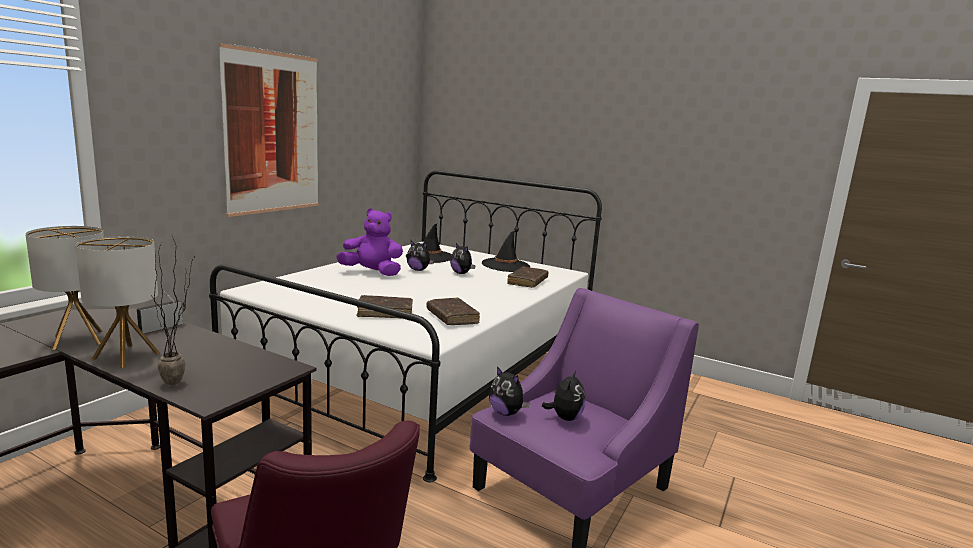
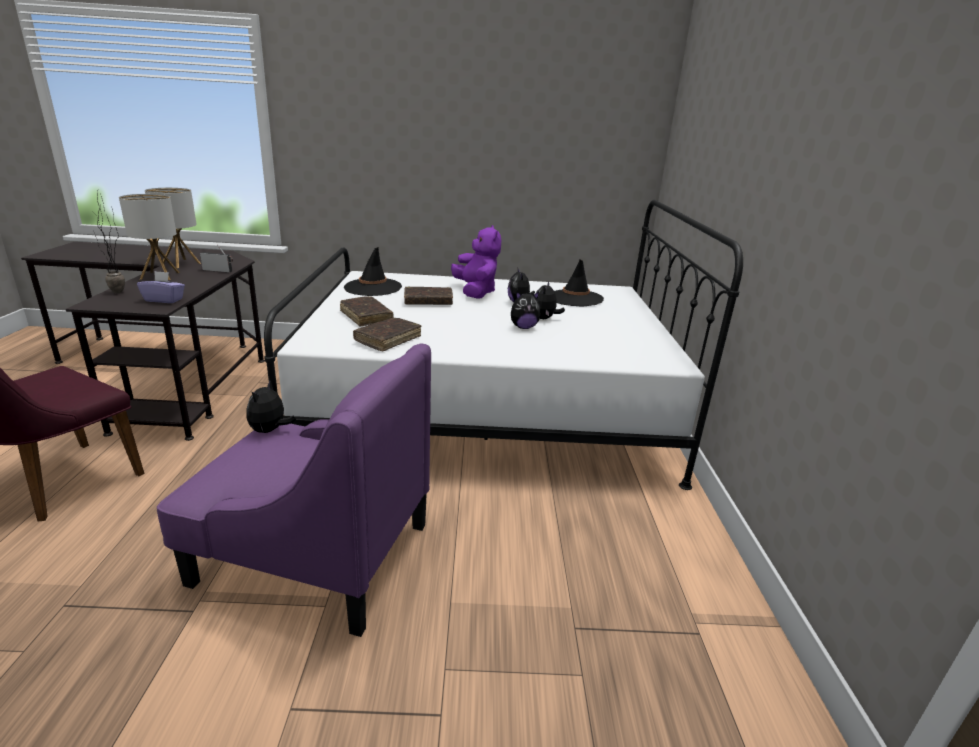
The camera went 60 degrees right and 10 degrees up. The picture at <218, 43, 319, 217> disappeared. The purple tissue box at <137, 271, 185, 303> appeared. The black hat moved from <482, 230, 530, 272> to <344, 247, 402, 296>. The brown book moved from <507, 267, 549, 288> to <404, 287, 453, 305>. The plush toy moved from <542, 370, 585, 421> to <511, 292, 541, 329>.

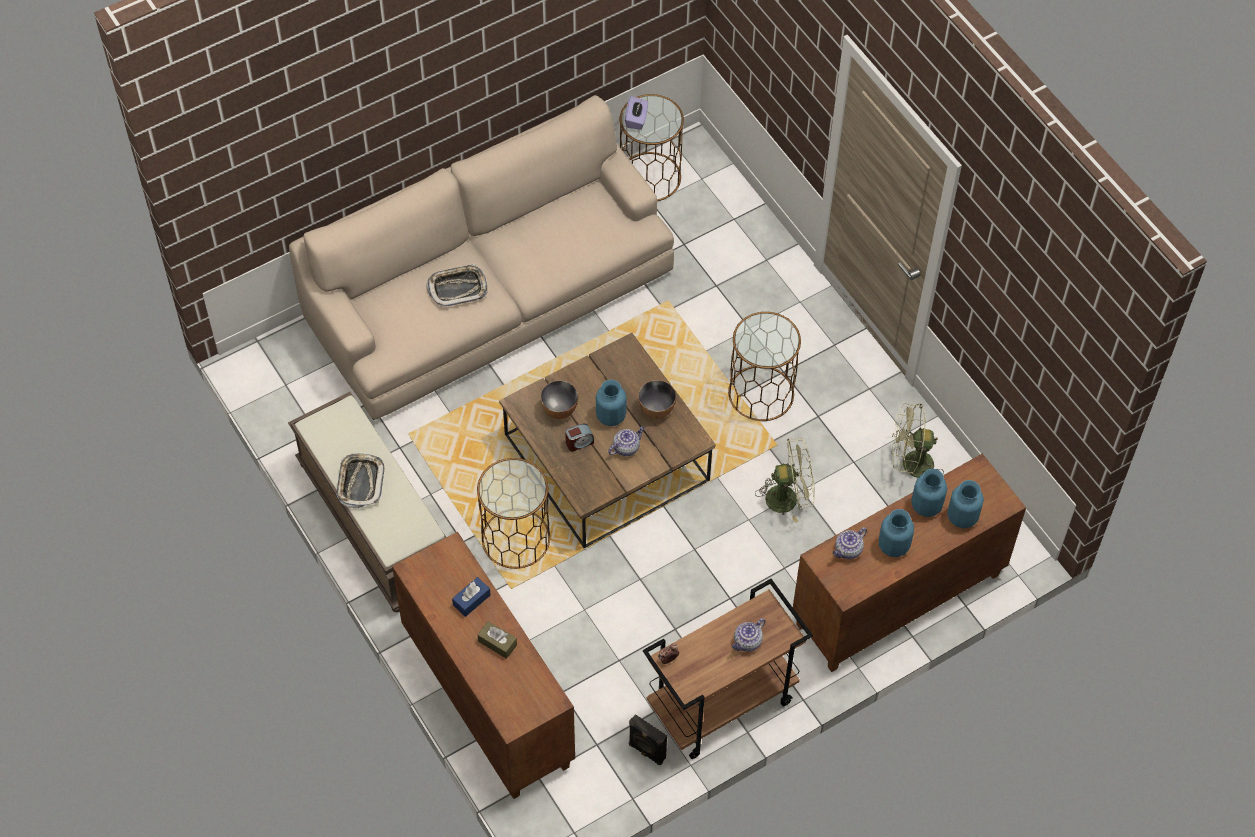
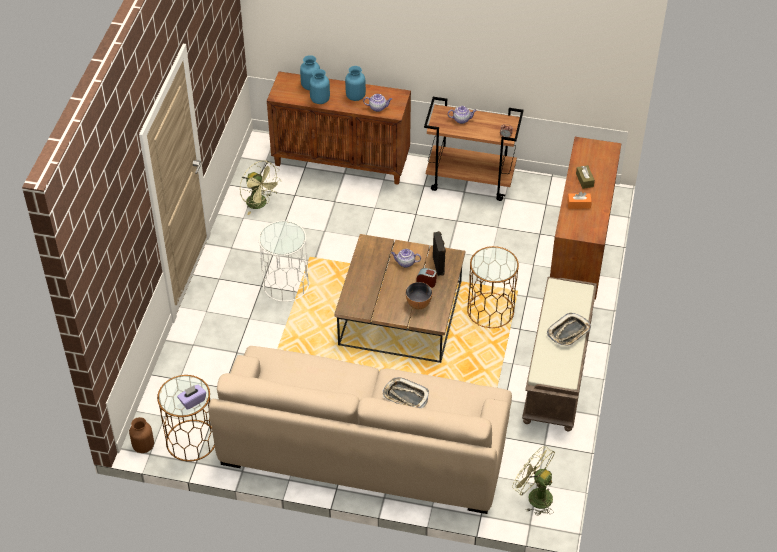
The camera went 135 degrees left and 10 degrees down. The blue vase at <596, 380, 627, 426> disappeared. The bowl at <638, 380, 676, 419> disappeared. The brown vase at <129, 417, 154, 453> appeared. The black speaker moved from <629, 714, 667, 765> to <433, 231, 446, 276>. The green fan moved from <755, 438, 814, 523> to <512, 446, 555, 516>. The blue tissue box at <452, 577, 491, 617> became the orange tissue box at <567, 192, 592, 209>. The brown side table at <728, 312, 801, 421> became the white side table at <258, 221, 309, 302>.

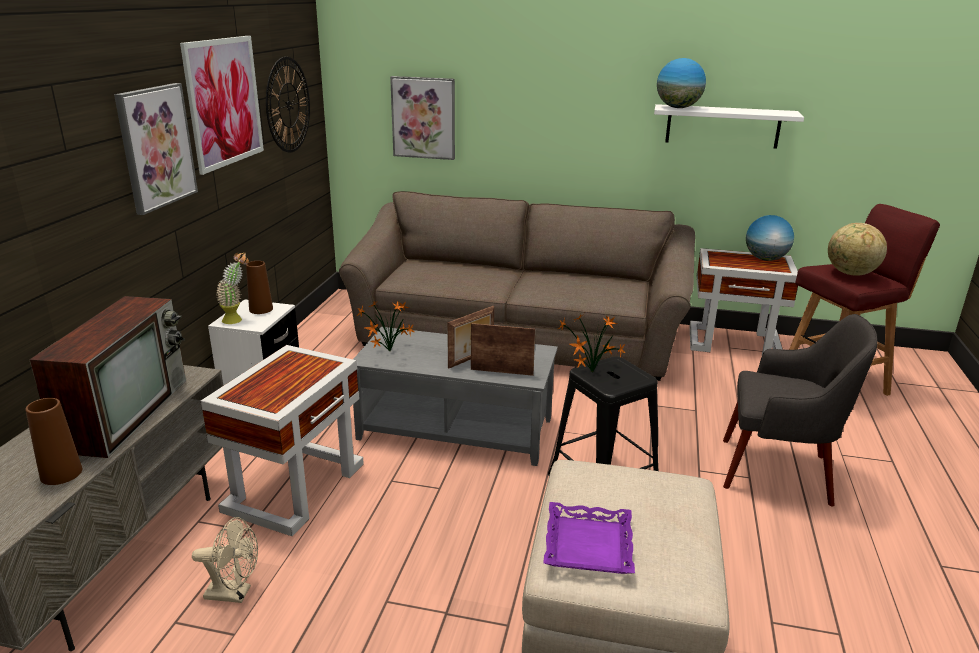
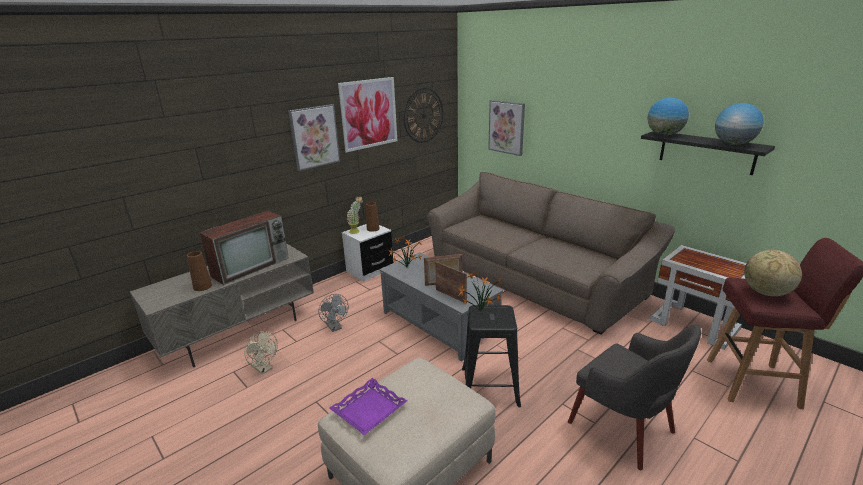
The camera went 35 degrees right and 0 degrees up. The globe moved from <746, 215, 794, 261> to <715, 103, 764, 145>. The white side table at <201, 345, 364, 536> was replaced by the grey fan at <318, 294, 349, 332>. The white shelf at <654, 104, 804, 149> became the black shelf at <641, 131, 775, 175>.

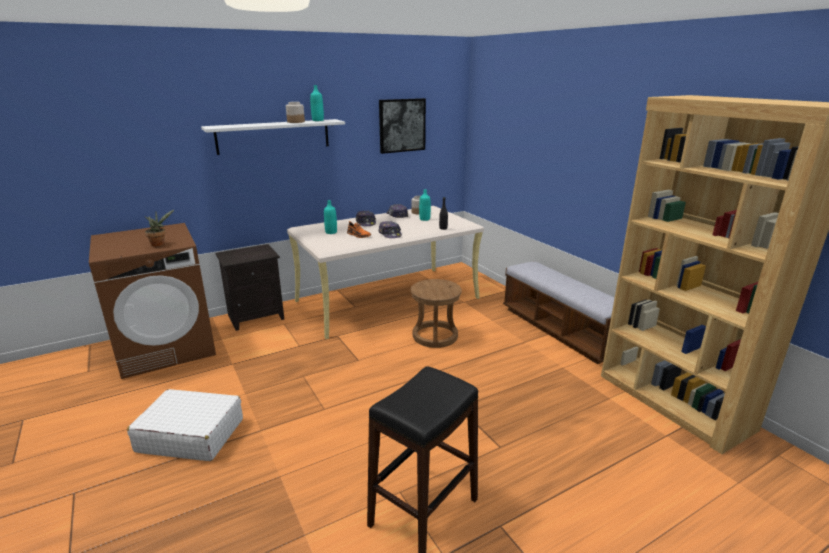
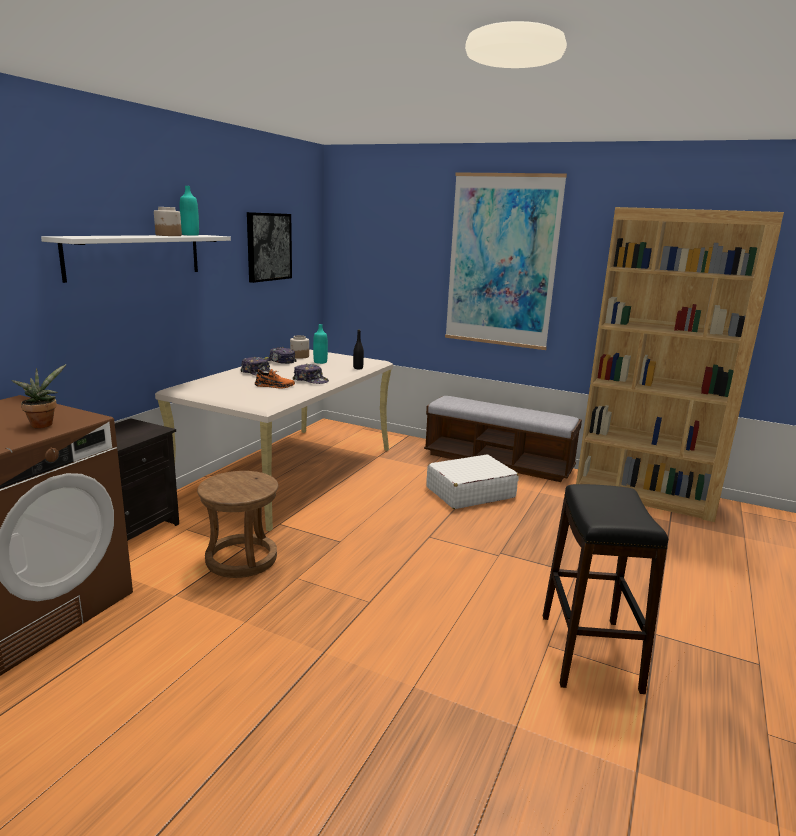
The camera went 35 degrees left and 5 degrees down. The turquoise bottle at <324, 200, 337, 234> disappeared. The picture at <445, 172, 567, 350> appeared. The white suitcase moved from <127, 389, 243, 461> to <426, 454, 519, 509>. The brown stool moved from <411, 279, 462, 348> to <197, 471, 278, 578>.

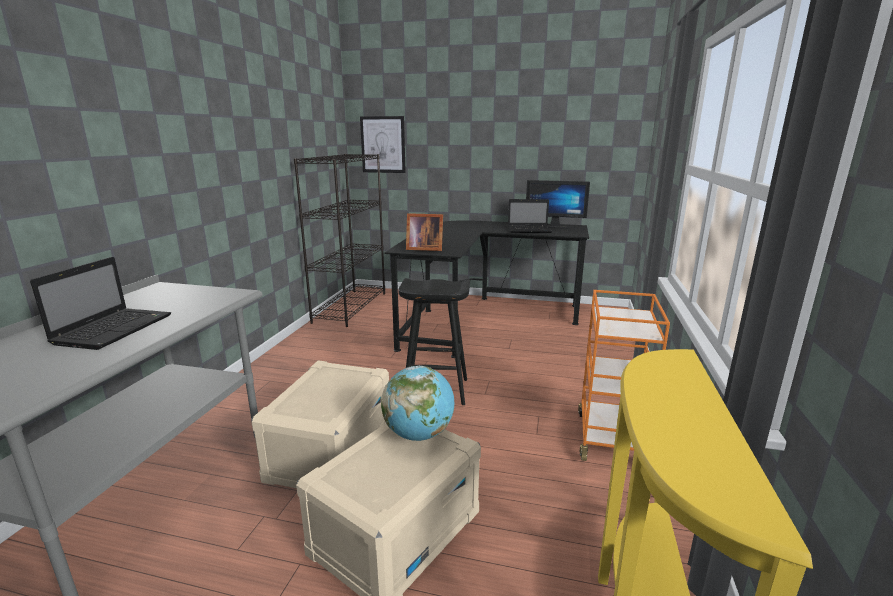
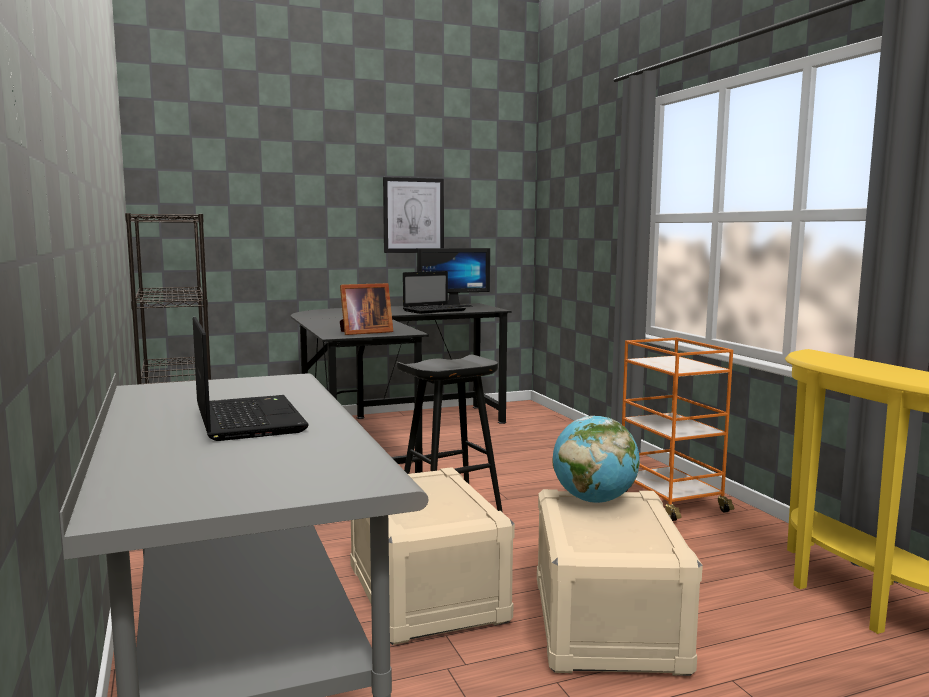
The camera went 35 degrees left and 10 degrees down. The picture moved from <360, 116, 406, 173> to <383, 177, 444, 253>.

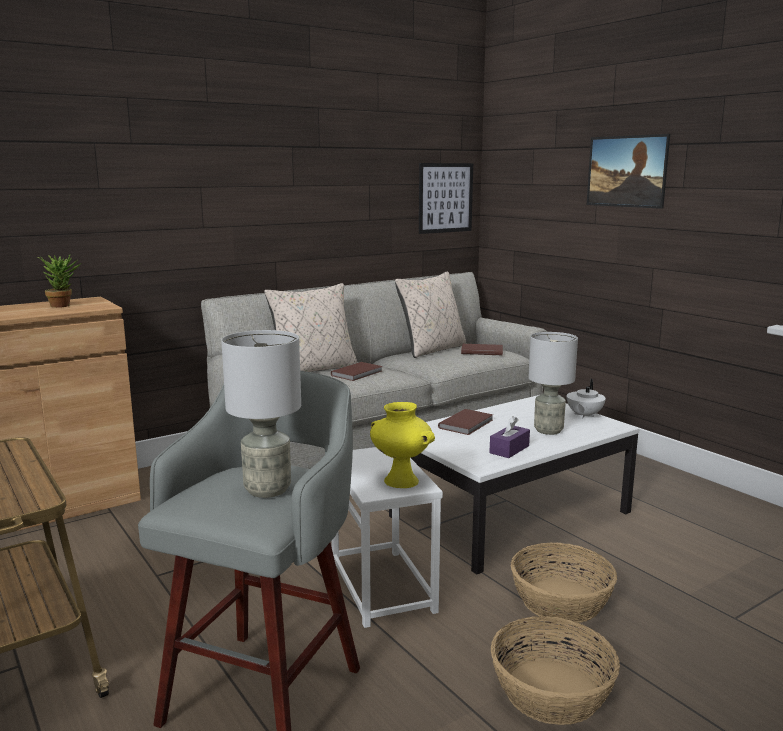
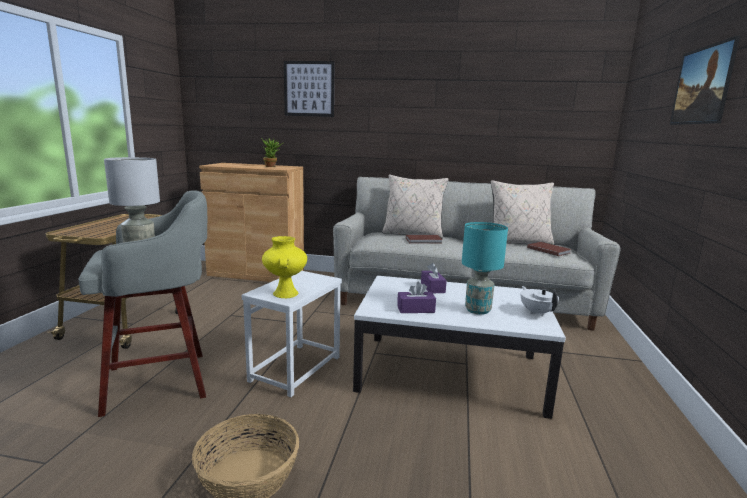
The camera went 45 degrees right and 0 degrees up. The basket at <511, 543, 617, 623> disappeared. The picture moved from <419, 163, 473, 234> to <284, 61, 334, 117>. The brown book at <438, 409, 493, 435> was replaced by the purple tissue box at <421, 263, 447, 293>. The grey table lamp at <529, 332, 578, 435> became the turquoise table lamp at <462, 222, 508, 315>. The white teapot at <567, 379, 606, 419> turned 90 degrees clockwise.

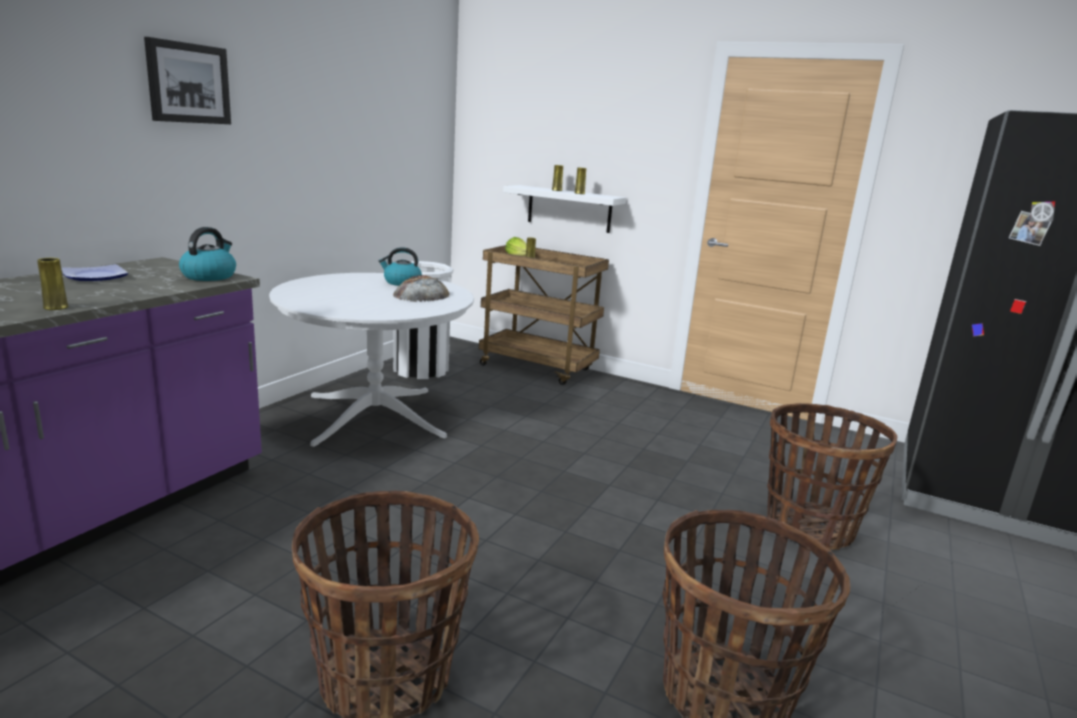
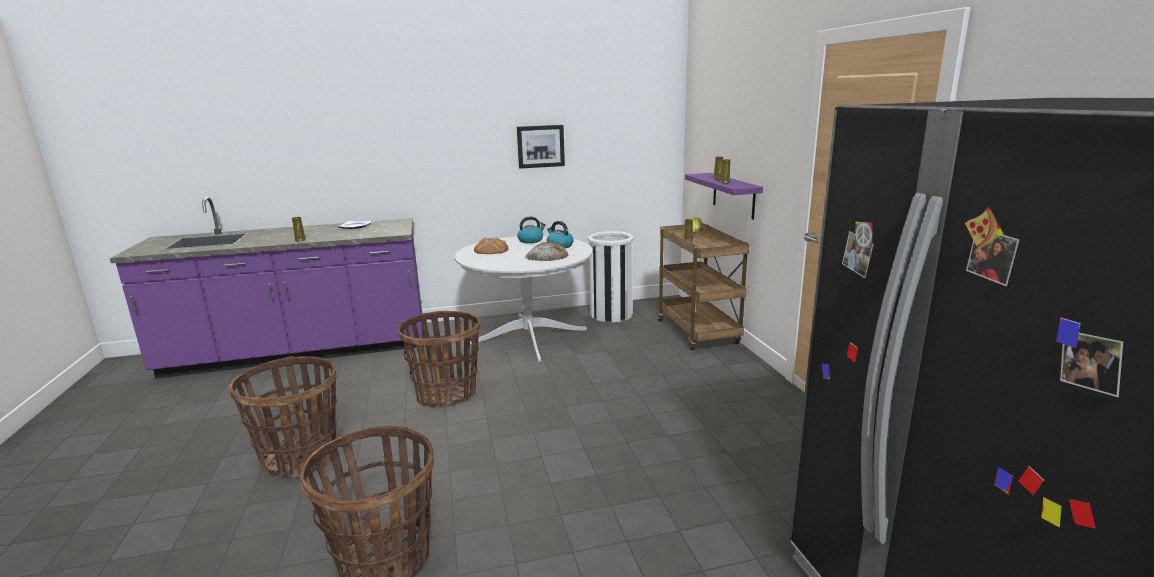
The camera went 50 degrees right and 0 degrees up. The bread at <474, 237, 508, 254> appeared. The picture moved from <144, 37, 231, 124> to <517, 125, 565, 169>. The kettle moved from <179, 227, 236, 281> to <517, 216, 546, 243>. The basket moved from <767, 403, 898, 550> to <398, 311, 480, 408>. The white shelf at <503, 185, 626, 233> became the purple shelf at <685, 173, 763, 220>.

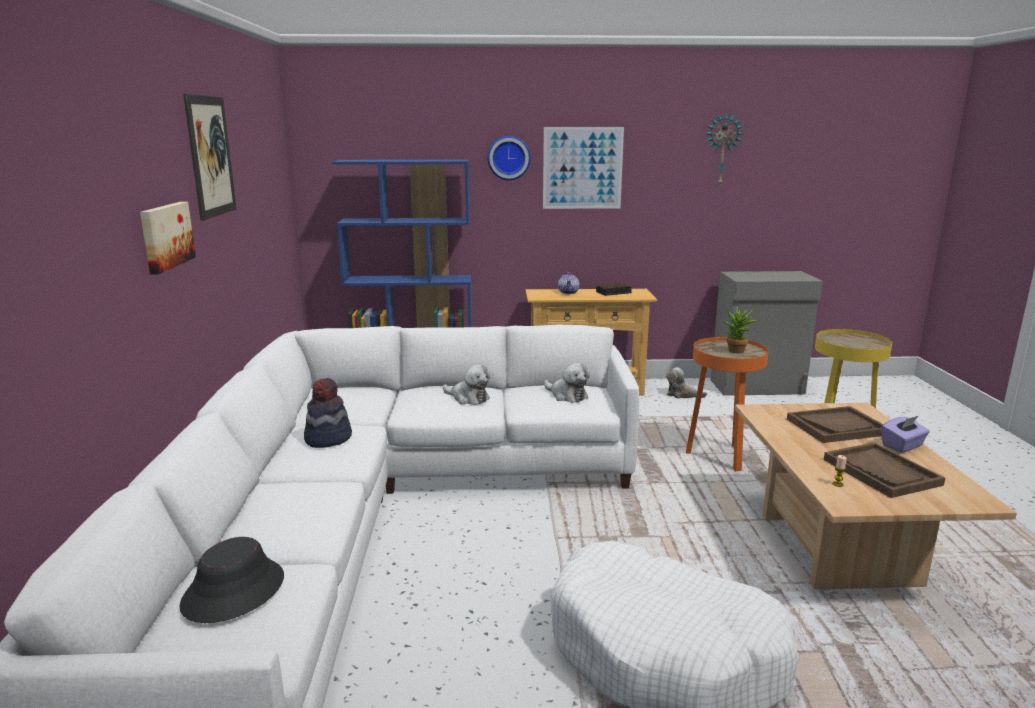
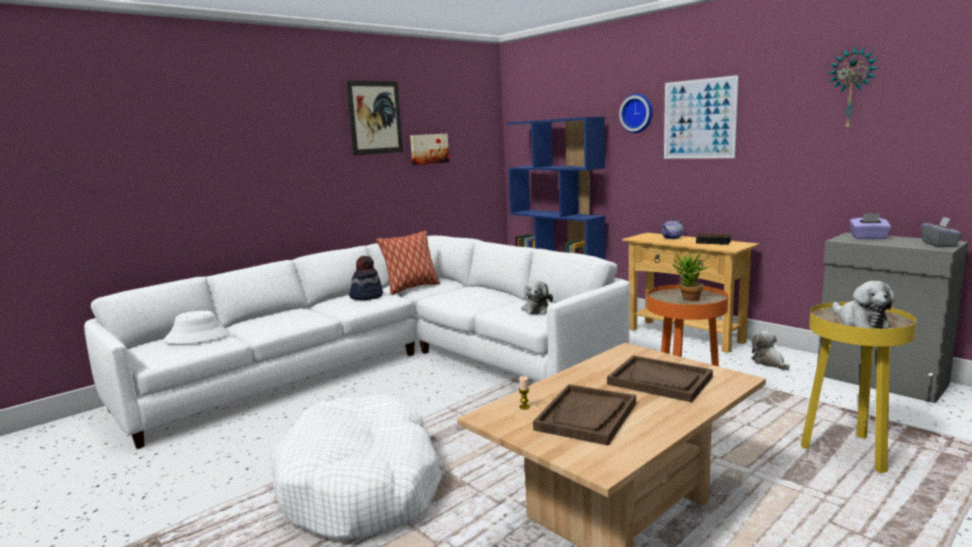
The camera went 50 degrees right and 5 degrees down. The pillow at <376, 230, 440, 295> appeared. The grey tissue box at <921, 217, 962, 247> appeared. The picture moved from <140, 202, 196, 274> to <410, 134, 449, 165>. The plush toy moved from <443, 364, 490, 405> to <832, 281, 895, 329>. The purple tissue box moved from <881, 416, 930, 453> to <849, 213, 891, 239>. The black hat at <180, 537, 284, 623> became the white hat at <164, 311, 229, 344>.

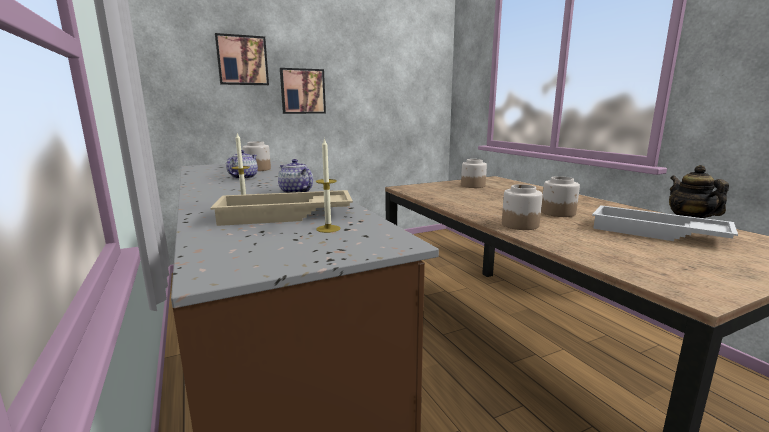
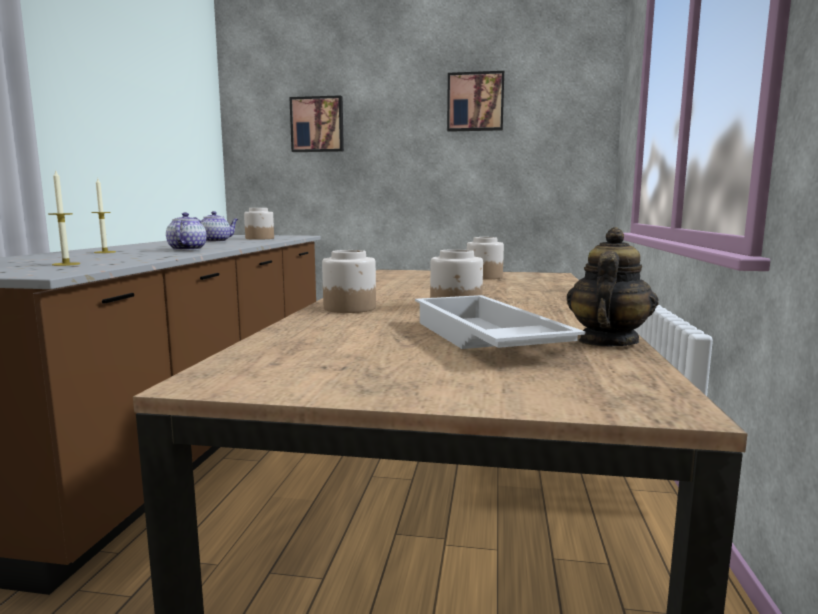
The camera went 35 degrees right and 5 degrees down. The beige tray at <210, 190, 353, 226> disappeared. The picture moved from <280, 68, 326, 114> to <447, 71, 504, 132>.

